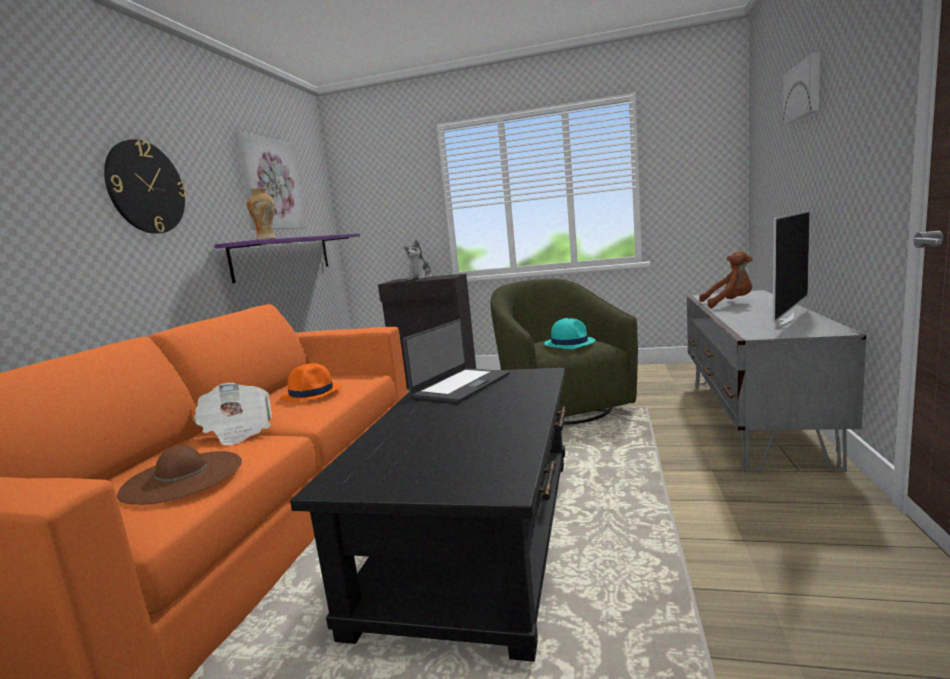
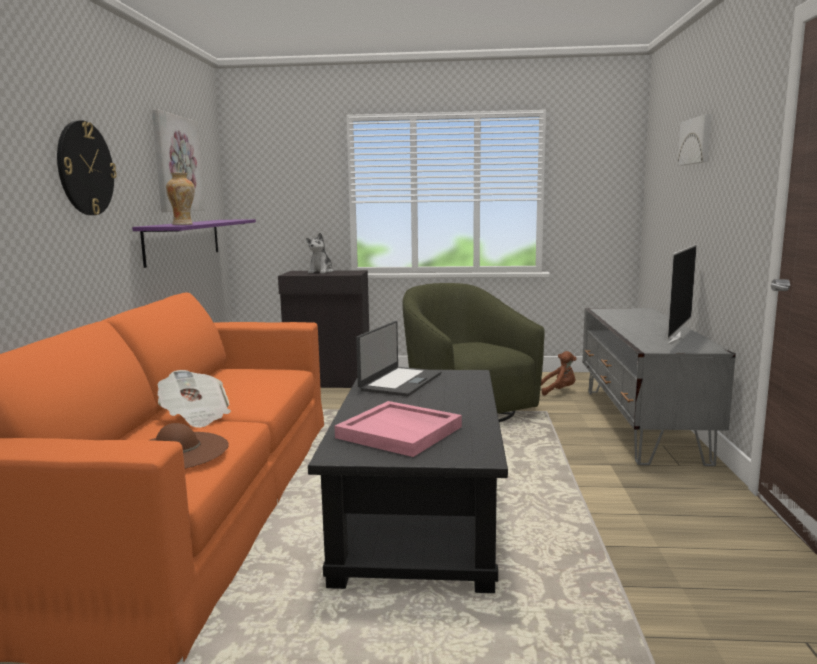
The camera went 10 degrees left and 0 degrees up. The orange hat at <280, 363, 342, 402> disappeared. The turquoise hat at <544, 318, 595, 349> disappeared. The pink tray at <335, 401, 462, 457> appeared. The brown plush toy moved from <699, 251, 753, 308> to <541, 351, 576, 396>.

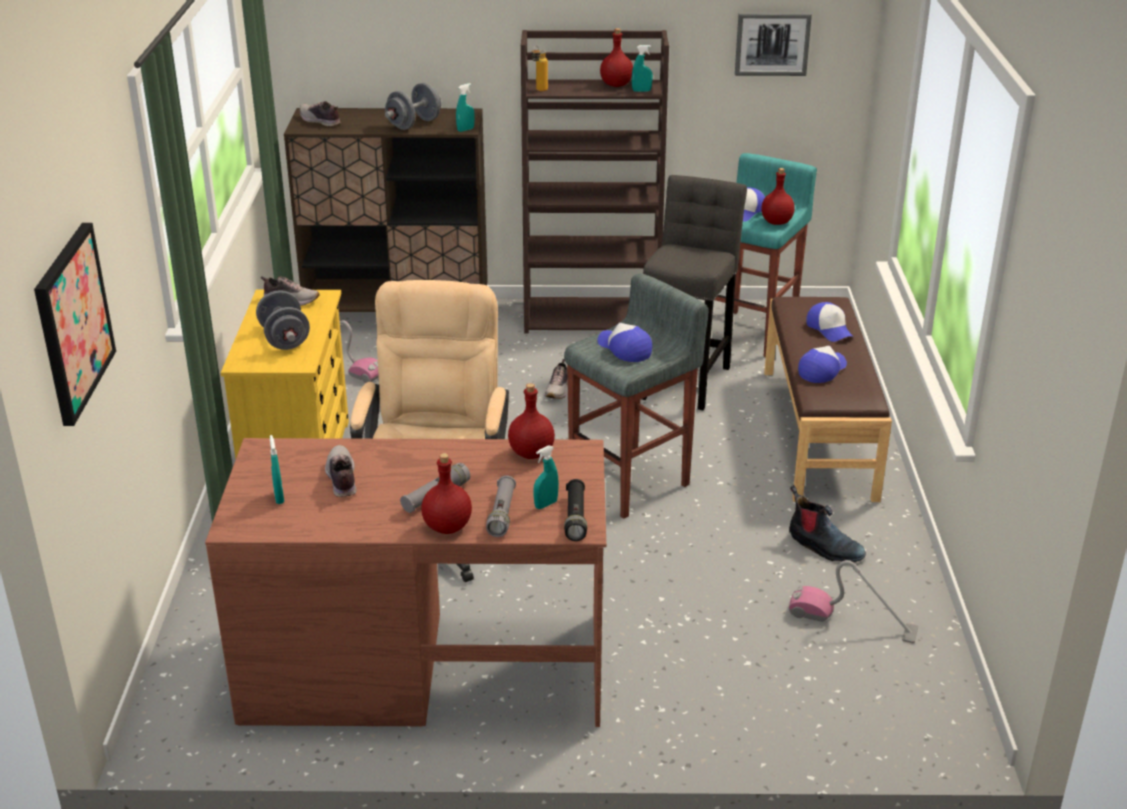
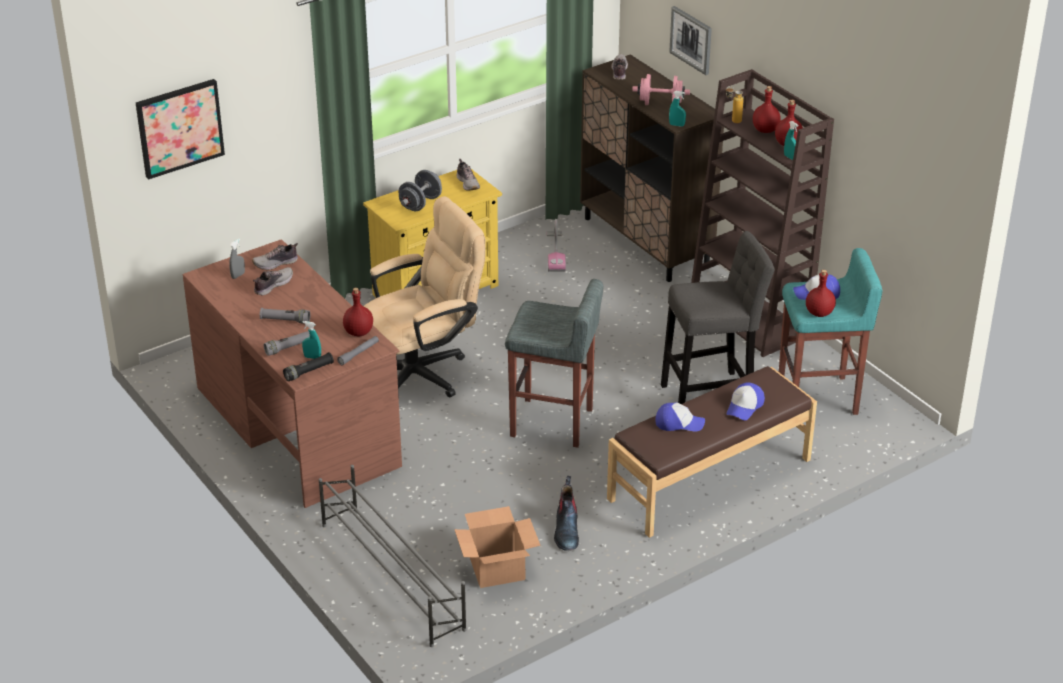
The camera went 55 degrees right and 5 degrees up. The cap at <597, 323, 652, 362> disappeared. The grey shoe rack at <319, 465, 467, 647> appeared. The grey flashlight at <337, 336, 379, 365> appeared. The red bottle moved from <421, 453, 472, 534> to <753, 86, 781, 133>. The shoe moved from <544, 359, 568, 399> to <252, 243, 298, 270>. The picture moved from <735, 13, 812, 76> to <669, 6, 712, 75>. The vacuum cleaner at <789, 560, 918, 643> was replaced by the cardboard box at <454, 506, 541, 588>. The turquoise spray bottle at <270, 435, 284, 504> became the grey spray bottle at <229, 239, 245, 279>. The grey dumbbell at <385, 83, 441, 130> became the pink dumbbell at <632, 74, 690, 105>.

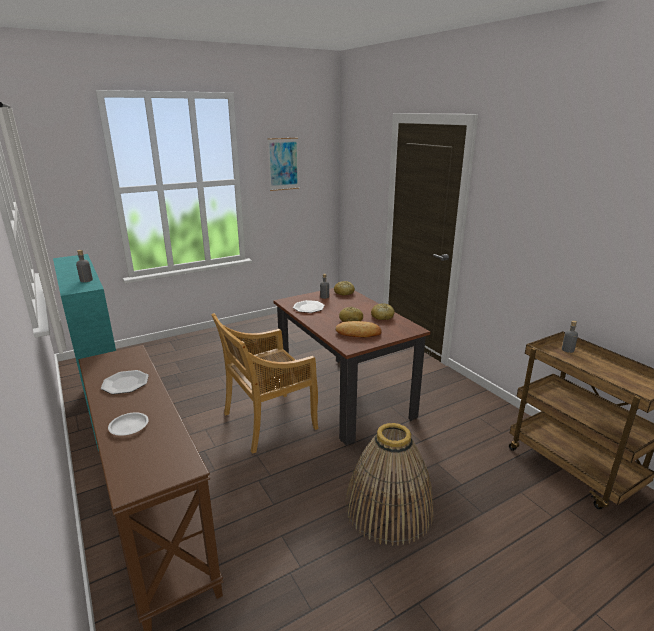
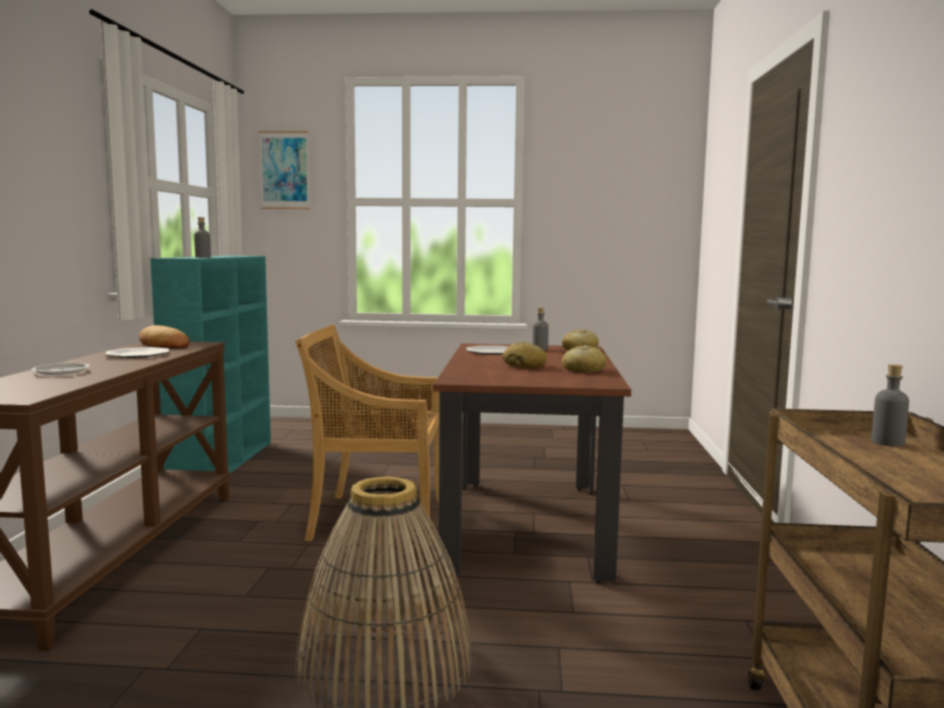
The camera went 35 degrees right and 15 degrees down. The picture moved from <267, 138, 299, 191> to <259, 131, 310, 209>. The bread moved from <335, 321, 382, 338> to <139, 325, 189, 349>.

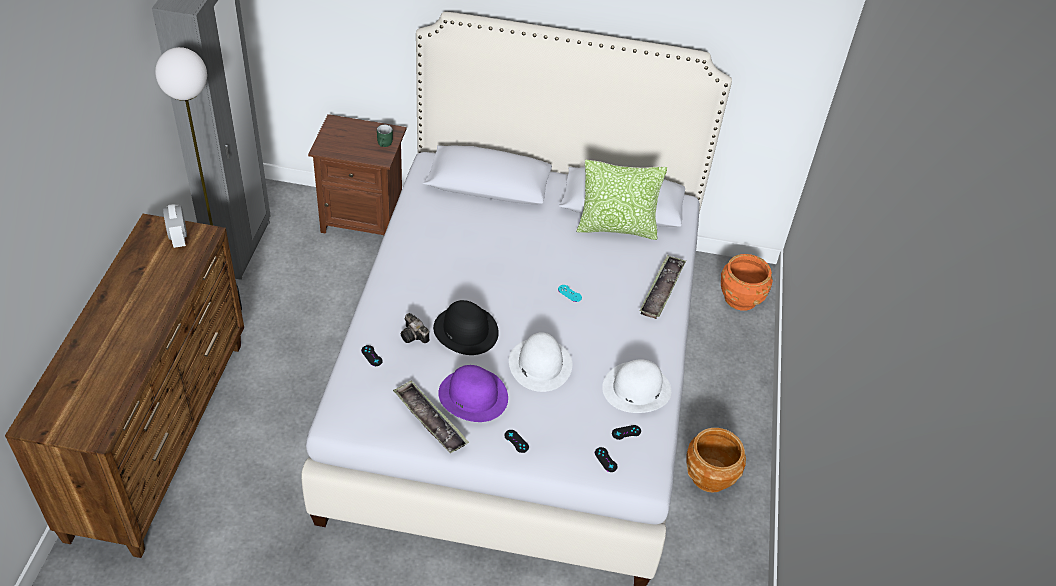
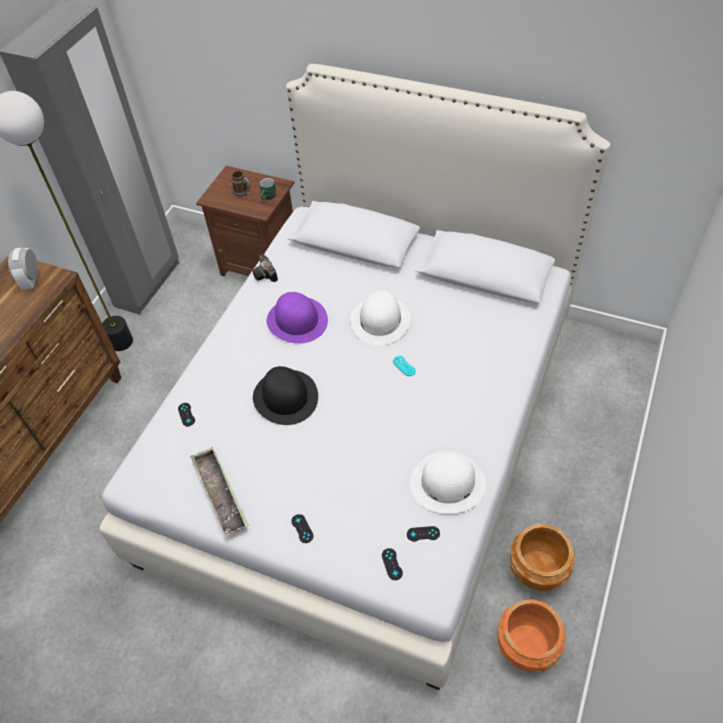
The camera went 20 degrees right and 5 degrees up. The pillow at <576, 160, 667, 240> disappeared. The tray at <639, 255, 686, 319> disappeared. The mug at <231, 171, 250, 197> appeared. The photo camera moved from <401, 313, 429, 343> to <253, 254, 278, 282>. The purple hat moved from <438, 365, 508, 422> to <267, 292, 328, 344>. The white hat moved from <509, 332, 572, 392> to <351, 290, 410, 345>. The orange planter moved from <721, 254, 773, 311> to <498, 599, 566, 672>.

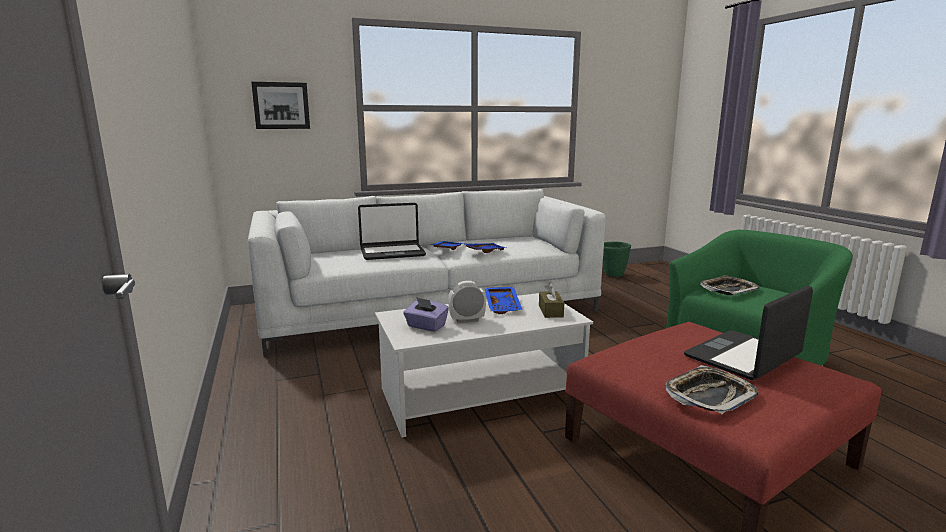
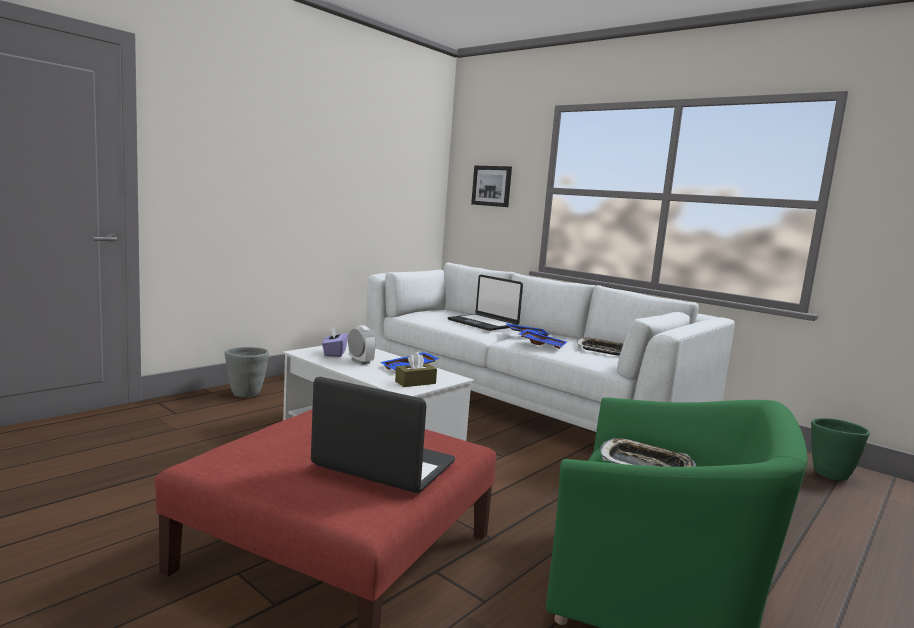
The camera went 60 degrees right and 5 degrees down. The grey planter at <225, 347, 269, 397> appeared. The tray moved from <666, 365, 758, 414> to <576, 337, 623, 355>.

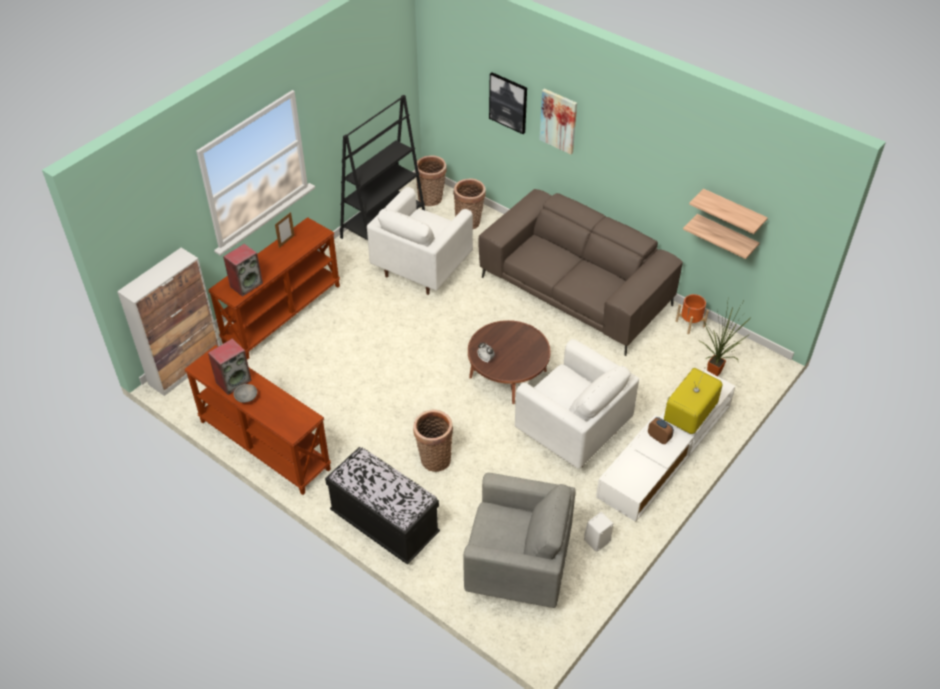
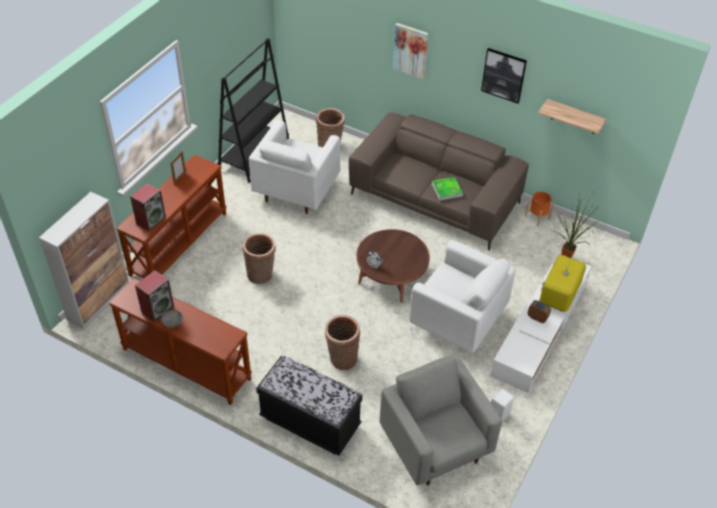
The camera went 10 degrees left and 0 degrees up. The shelf at <683, 214, 760, 259> disappeared. The tray at <432, 177, 463, 201> appeared. The basket moved from <416, 155, 447, 206> to <243, 233, 276, 284>. The picture moved from <489, 72, 527, 134> to <481, 48, 527, 104>. The grey armchair at <463, 473, 576, 608> turned 120 degrees counterclockwise.

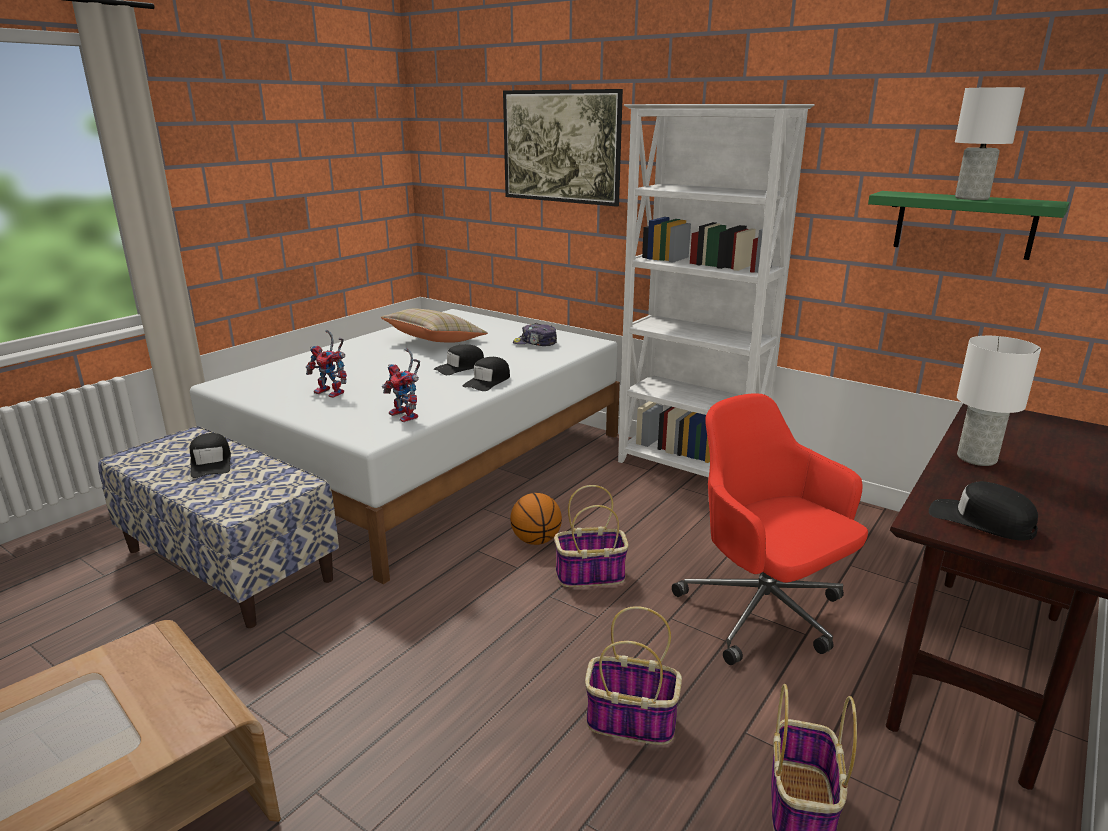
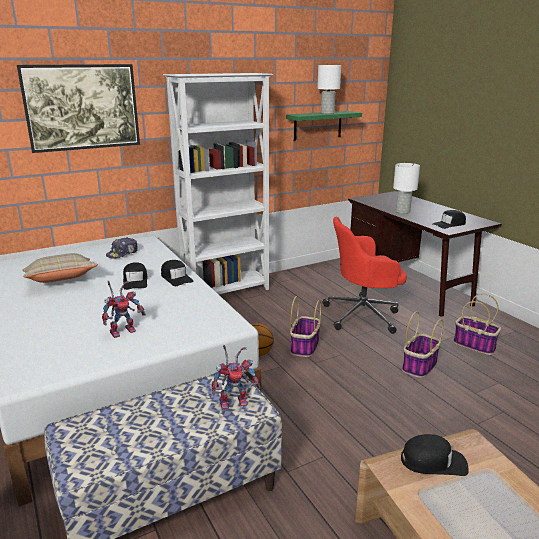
The camera went 65 degrees left and 0 degrees up. The black cap moved from <190, 433, 231, 478> to <401, 434, 469, 476>. The toy robot moved from <382, 348, 420, 422> to <212, 345, 260, 410>.

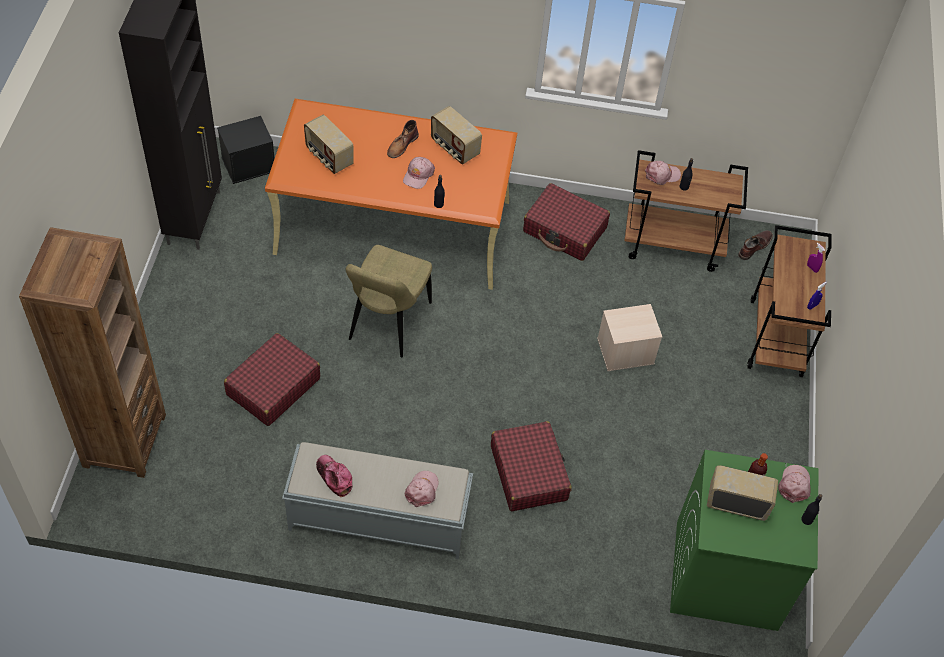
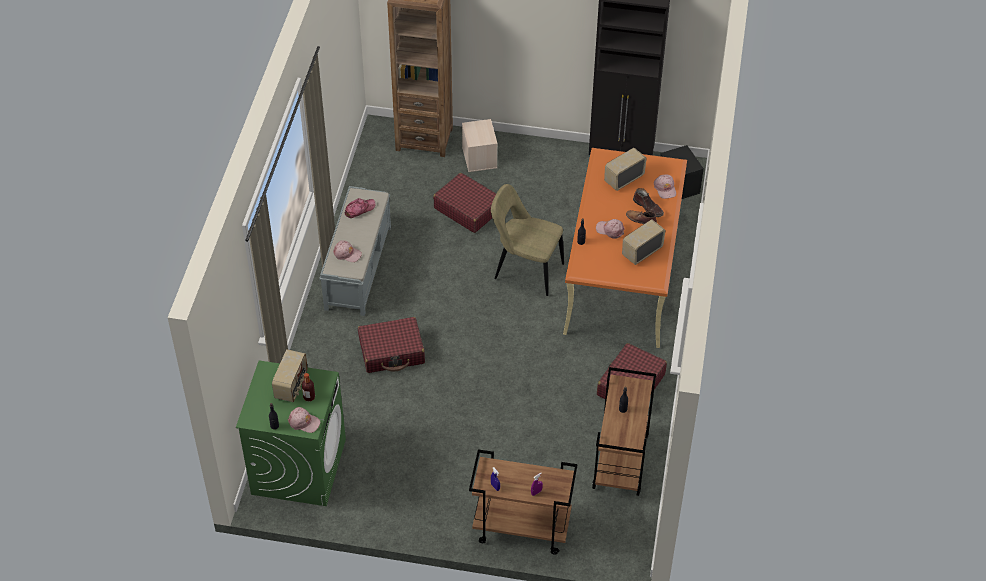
The camera went 95 degrees right and 5 degrees down. The beige storage box moved from <597, 304, 662, 371> to <462, 119, 498, 172>. The pink cap moved from <645, 161, 681, 185> to <654, 174, 676, 199>. The brown boot moved from <738, 230, 773, 260> to <633, 188, 664, 217>.

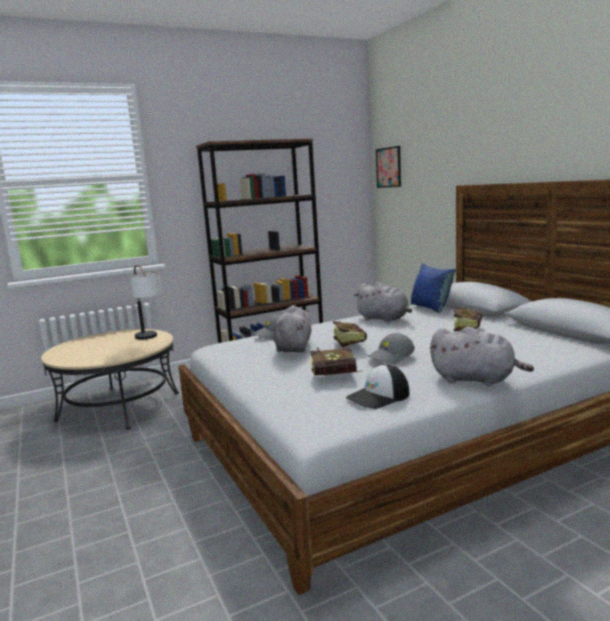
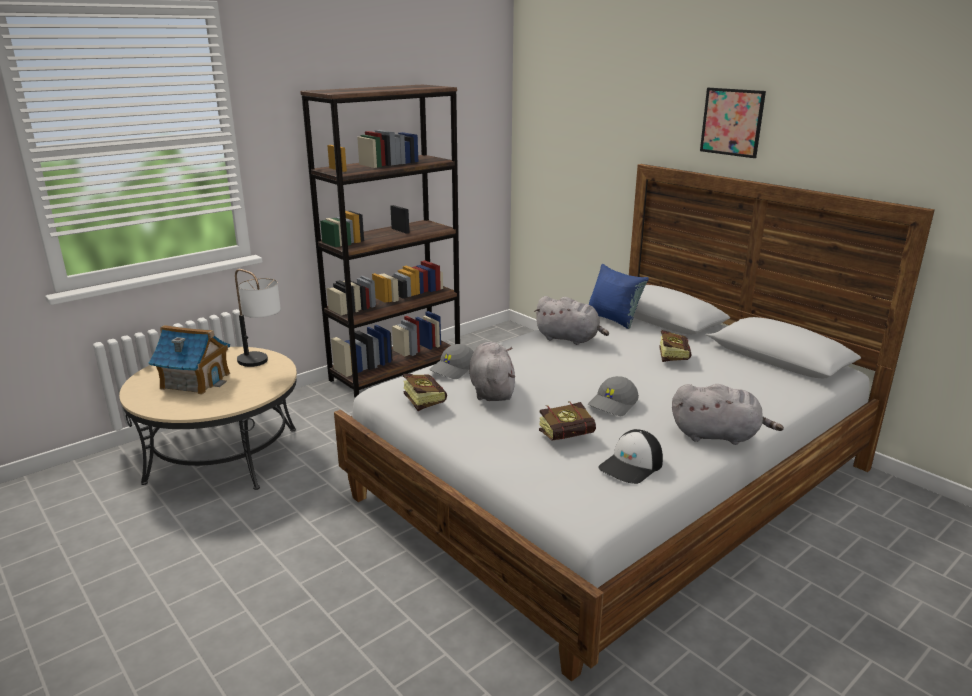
The camera went 15 degrees left and 10 degrees up. The toy house at <149, 325, 230, 395> appeared. The book moved from <333, 321, 367, 348> to <403, 374, 447, 411>. The picture moved from <376, 146, 401, 188> to <700, 88, 766, 158>.

